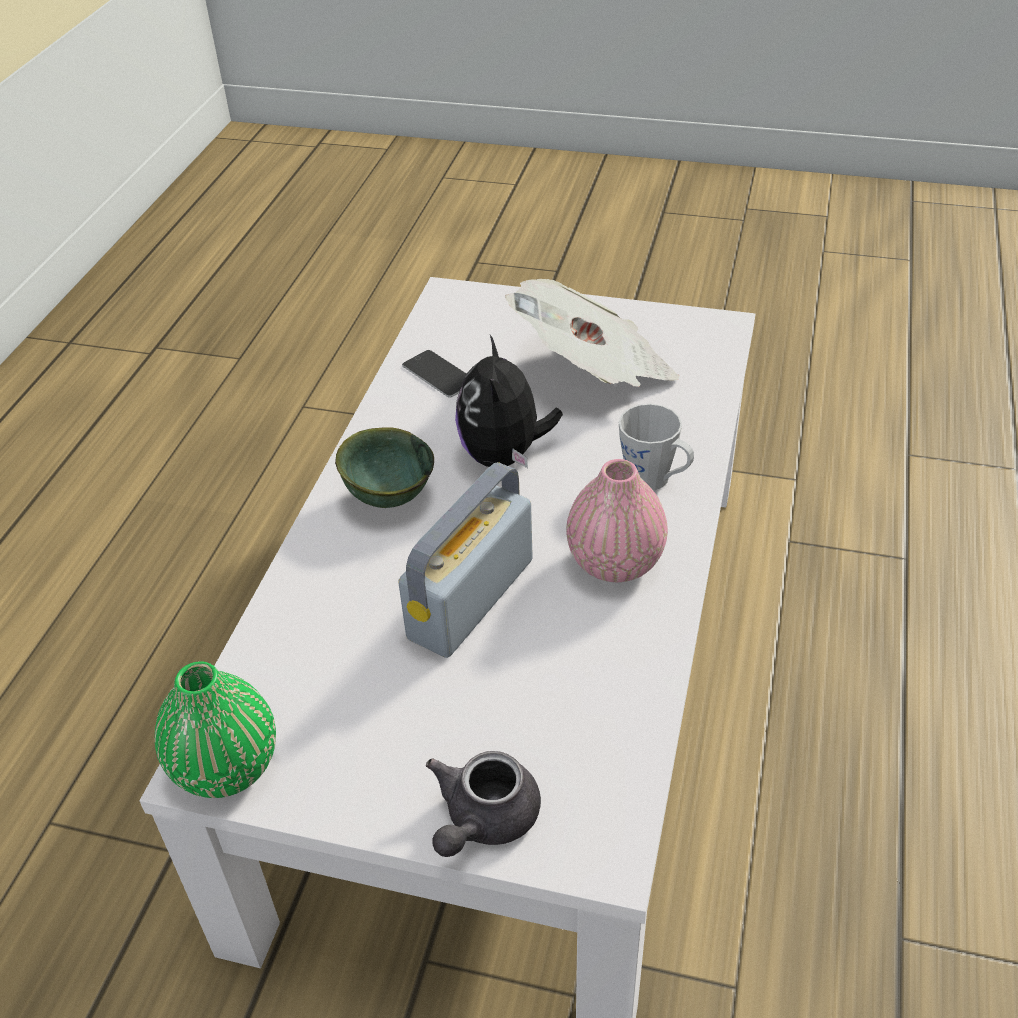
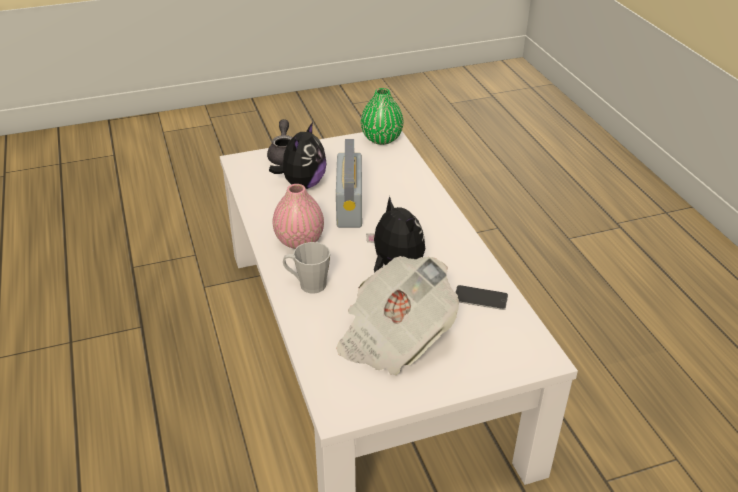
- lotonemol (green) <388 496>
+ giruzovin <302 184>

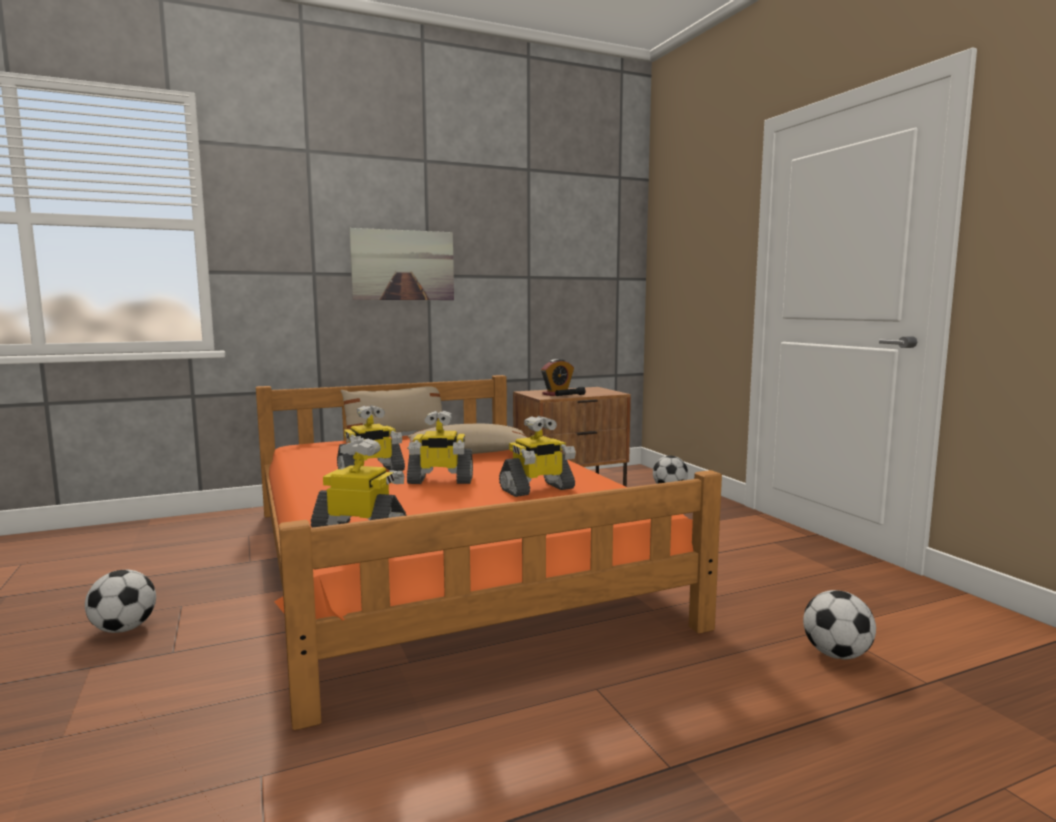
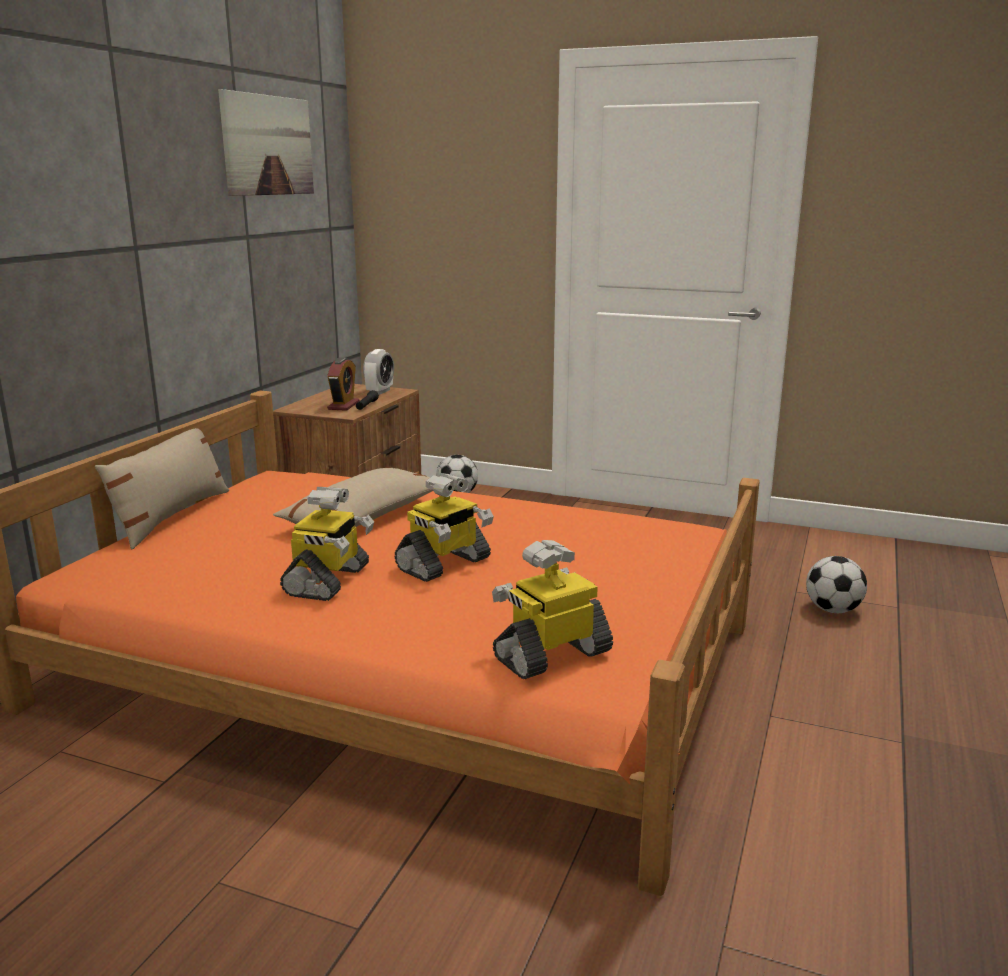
- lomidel <124 629>
- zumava <537 489>
+ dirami <379 391>
~ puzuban <403 265> to <268 145>

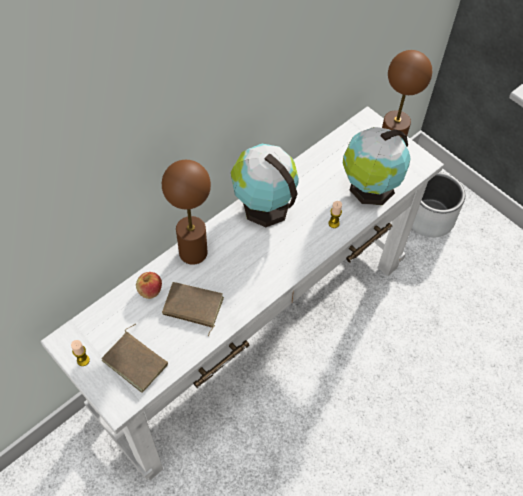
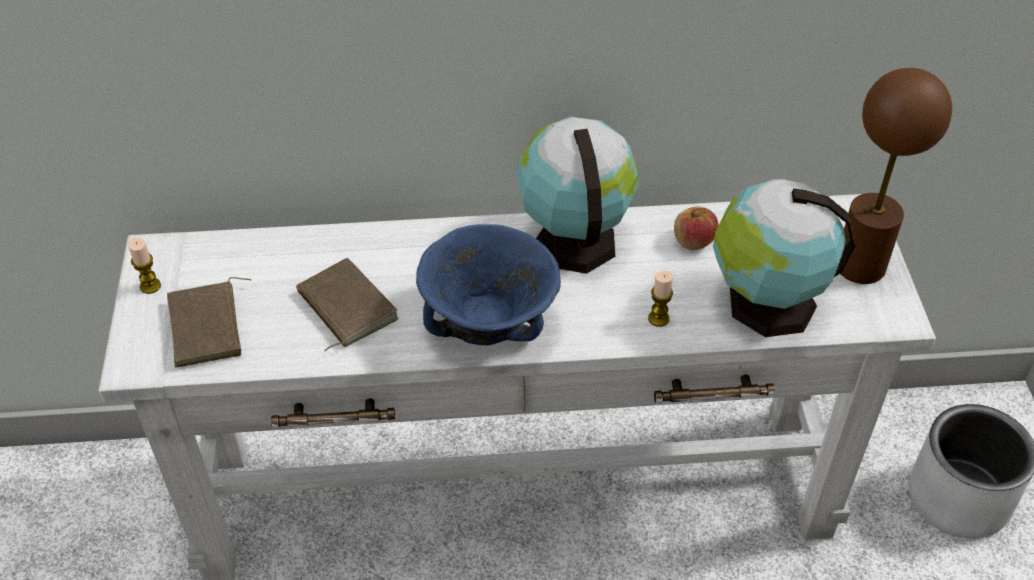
- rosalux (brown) <193 252>
+ lotonemol (blue) <487 324>
~ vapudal <150 290> to <693 241>

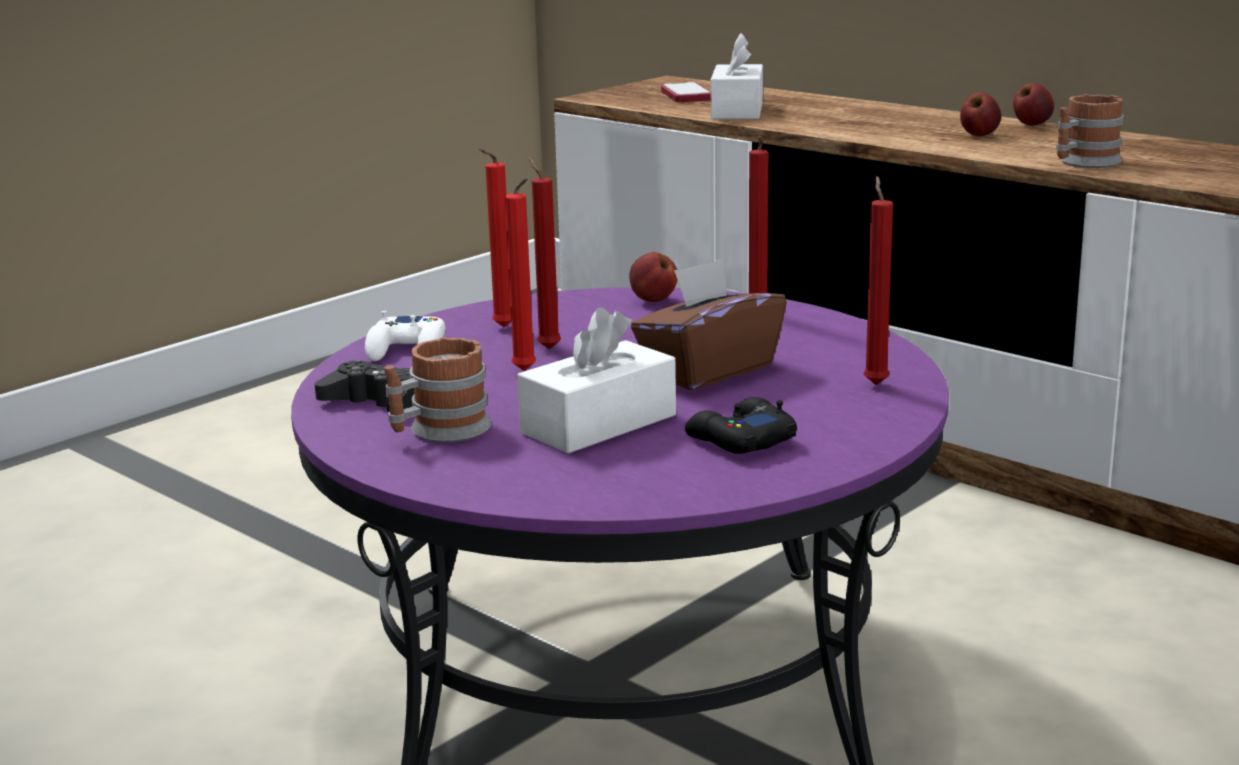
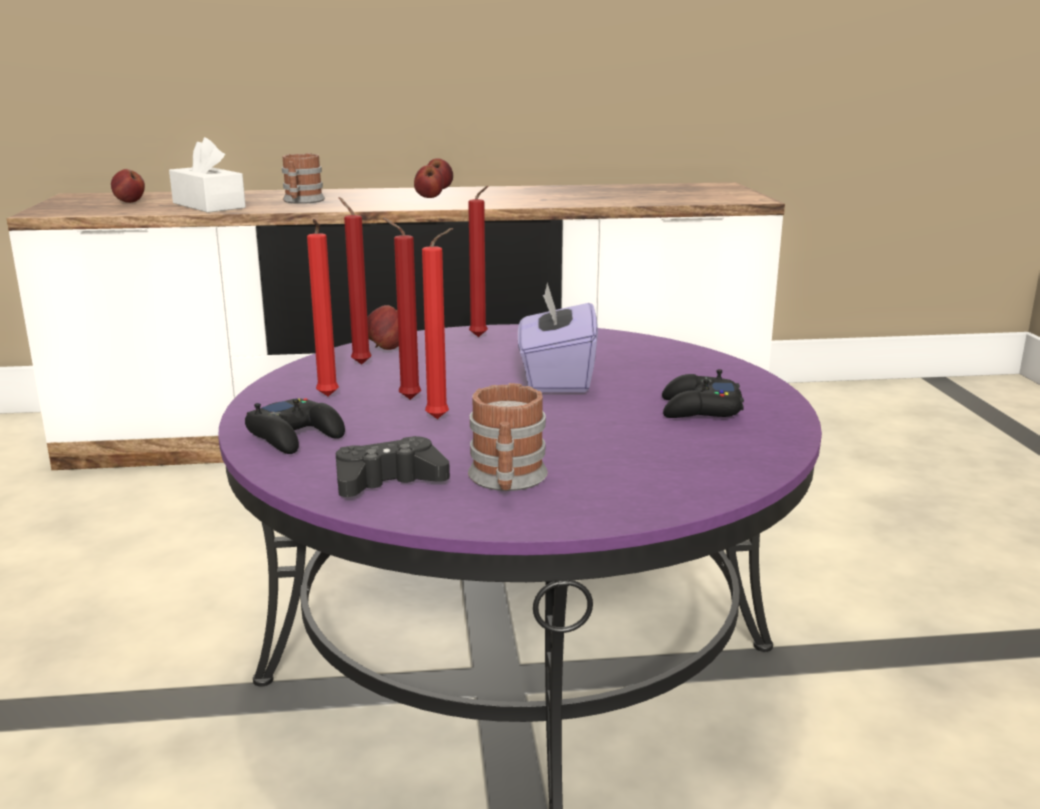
- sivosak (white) <599 424>
~ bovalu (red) <875 383> to <359 363>
~ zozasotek <1083 163> to <301 201>
~ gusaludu <686 95> to vapudal <129 202>
~ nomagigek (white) <408 350> to nomagigek (black) <295 436>
~ sivosak (brown) <708 370> to sivosak (purple) <556 378>

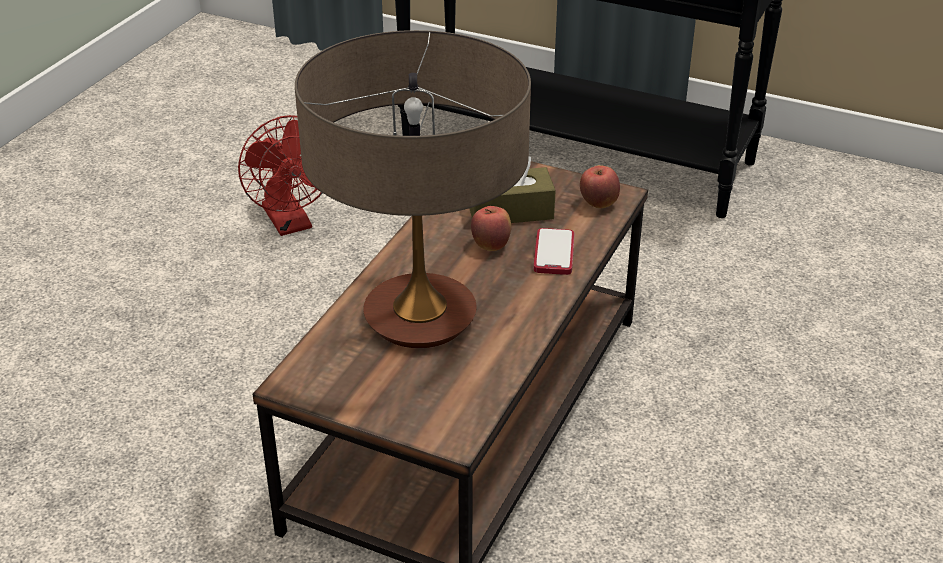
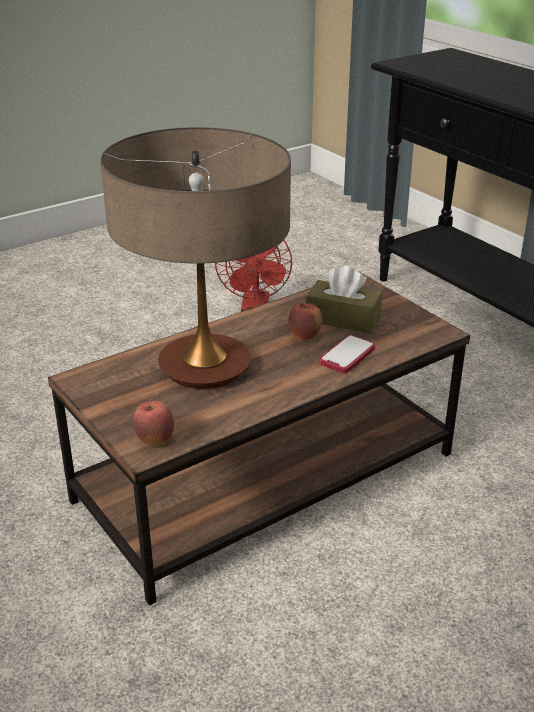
~ vapudal <598 204> to <155 440>

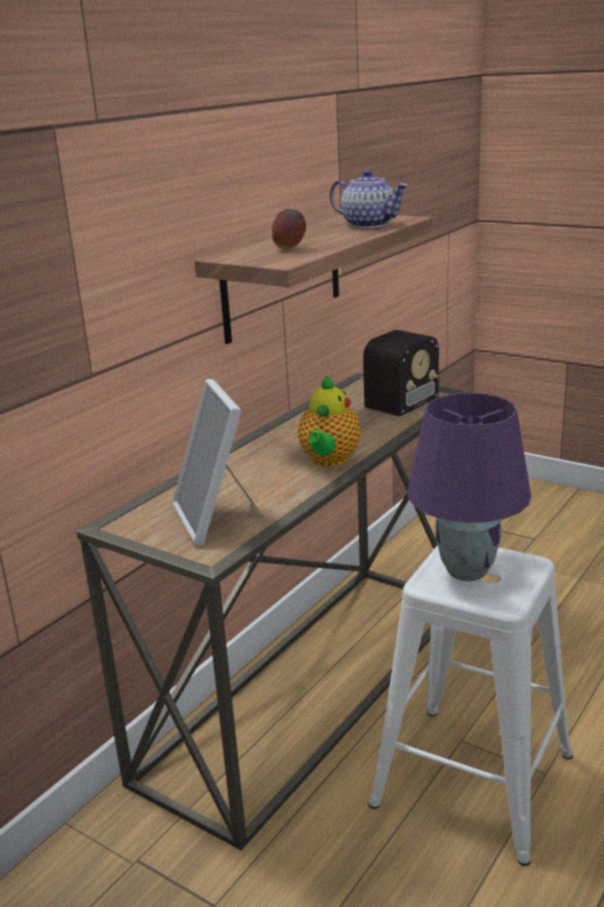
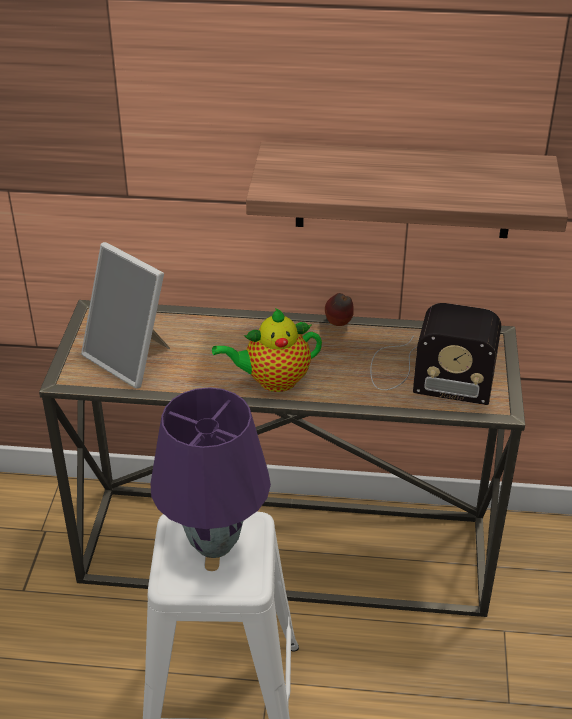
- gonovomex <368 224>
~ vapudal <289 249> to <339 324>
~ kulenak <218 519> = <131 359> 90 degrees counterclockwise

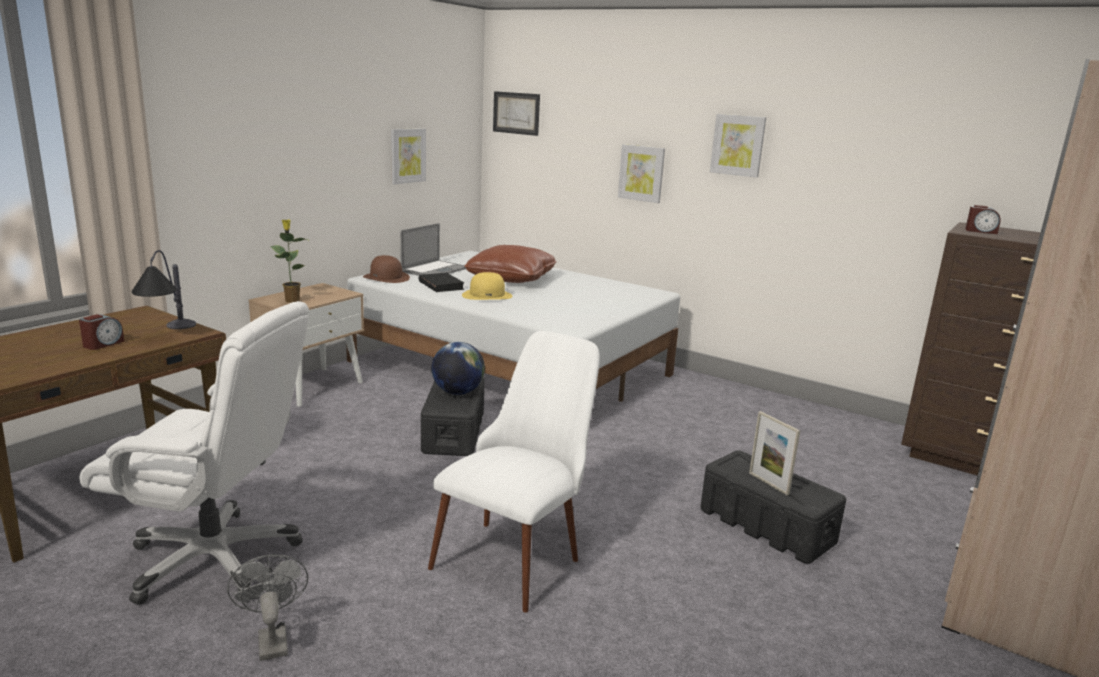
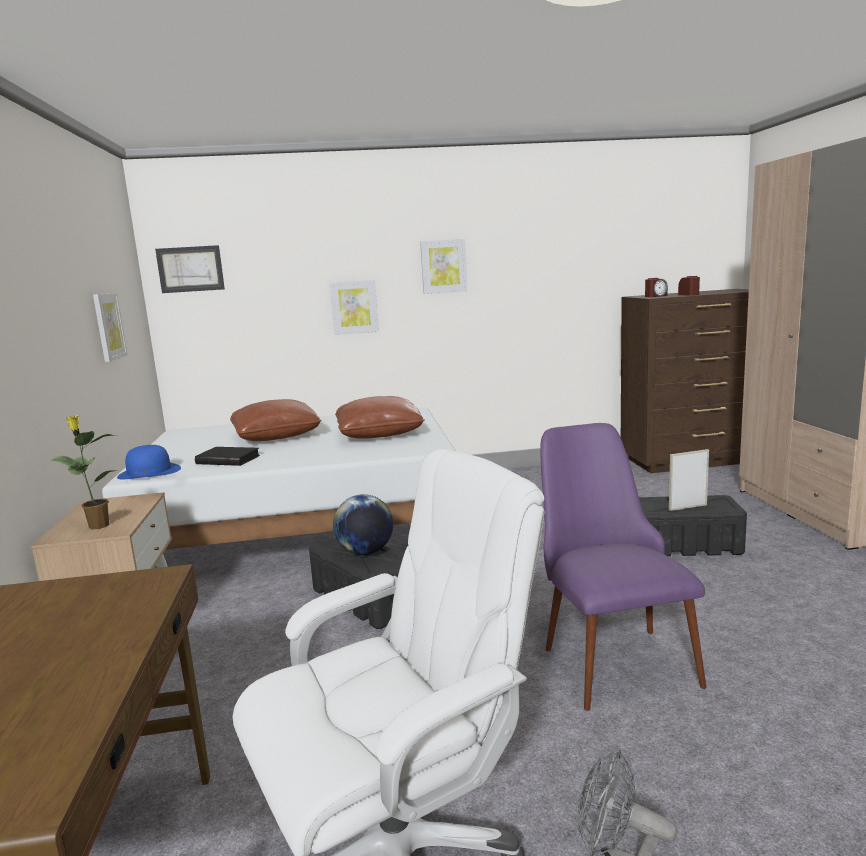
- rosalux <168 333>
- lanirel <435 270>
- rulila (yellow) <487 295>
+ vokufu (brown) <379 433>
~ dirami <103 344> to <689 295>
~ rulila (brown) <386 277> to rulila (blue) <149 472>
~ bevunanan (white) <518 552> to bevunanan (purple) <609 652>
~ kulenak <768 483> = <687 507> 150 degrees clockwise

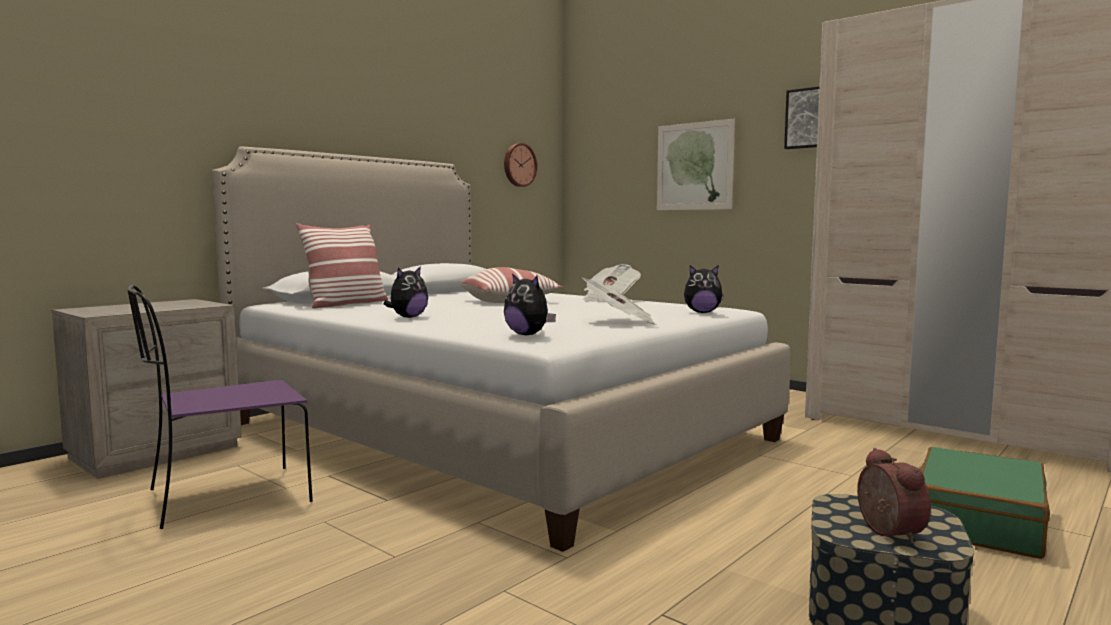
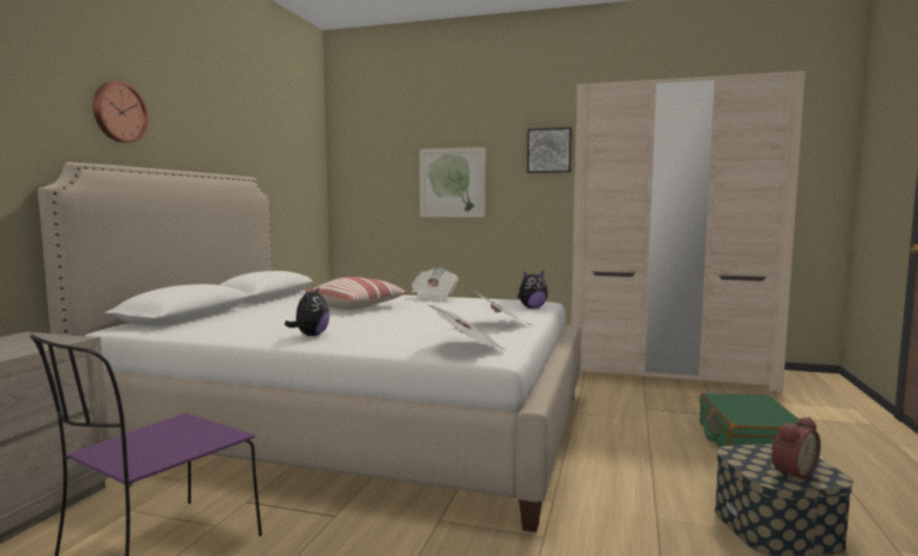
- vokufu <346 304>
~ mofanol <519 165> to <118 112>
~ giruzovin <528 335> to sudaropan <467 347>
~ dirami <886 532> = <791 472> 90 degrees clockwise

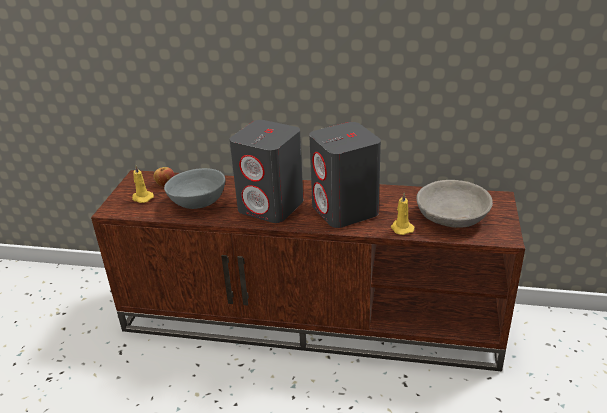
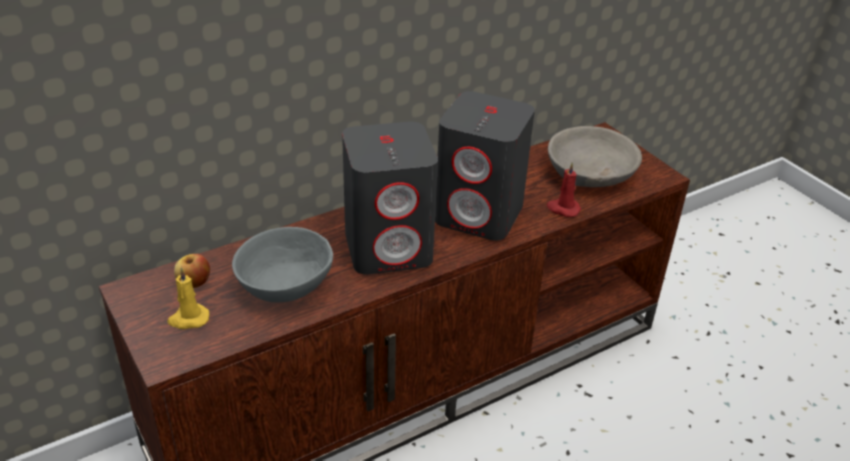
~ bovalu (yellow) <401 228> to bovalu (red) <563 209>

